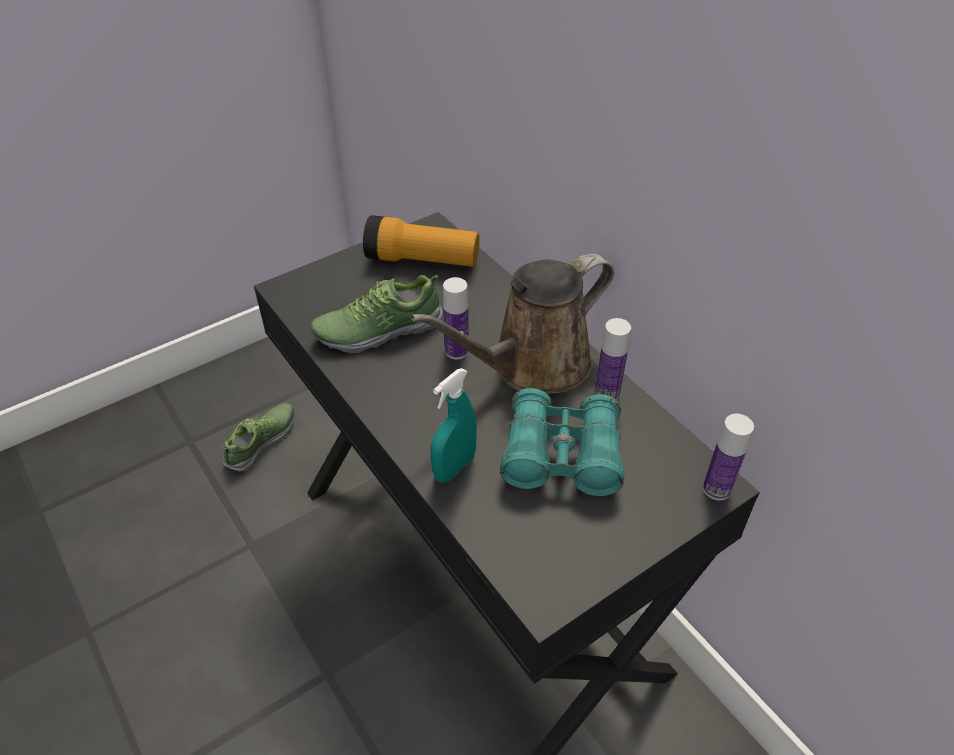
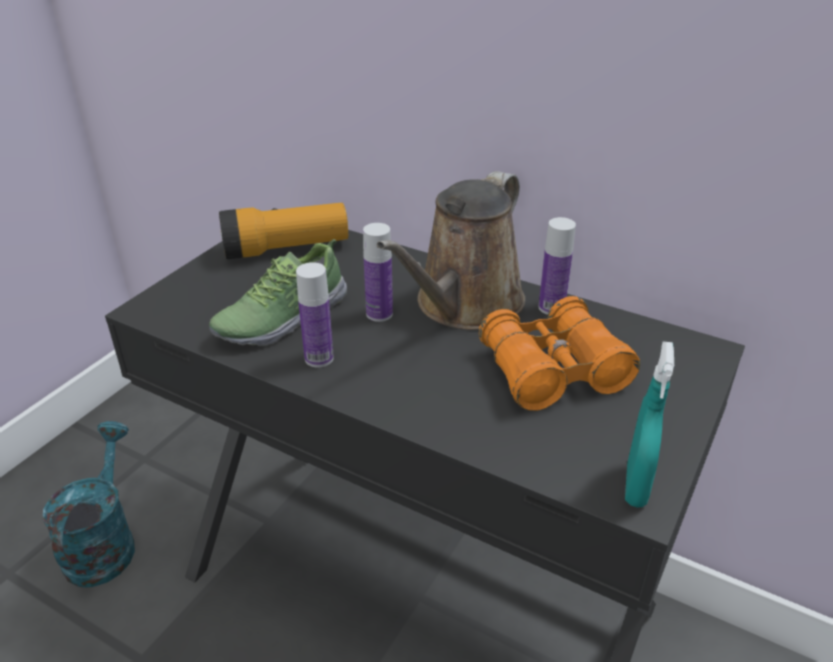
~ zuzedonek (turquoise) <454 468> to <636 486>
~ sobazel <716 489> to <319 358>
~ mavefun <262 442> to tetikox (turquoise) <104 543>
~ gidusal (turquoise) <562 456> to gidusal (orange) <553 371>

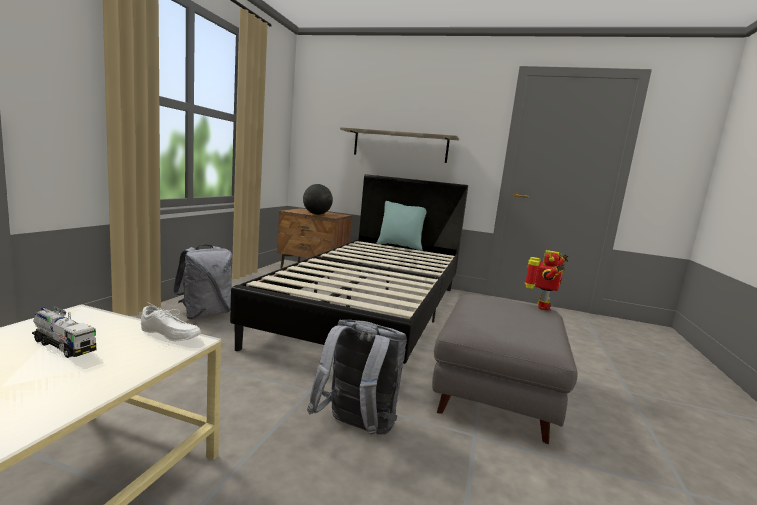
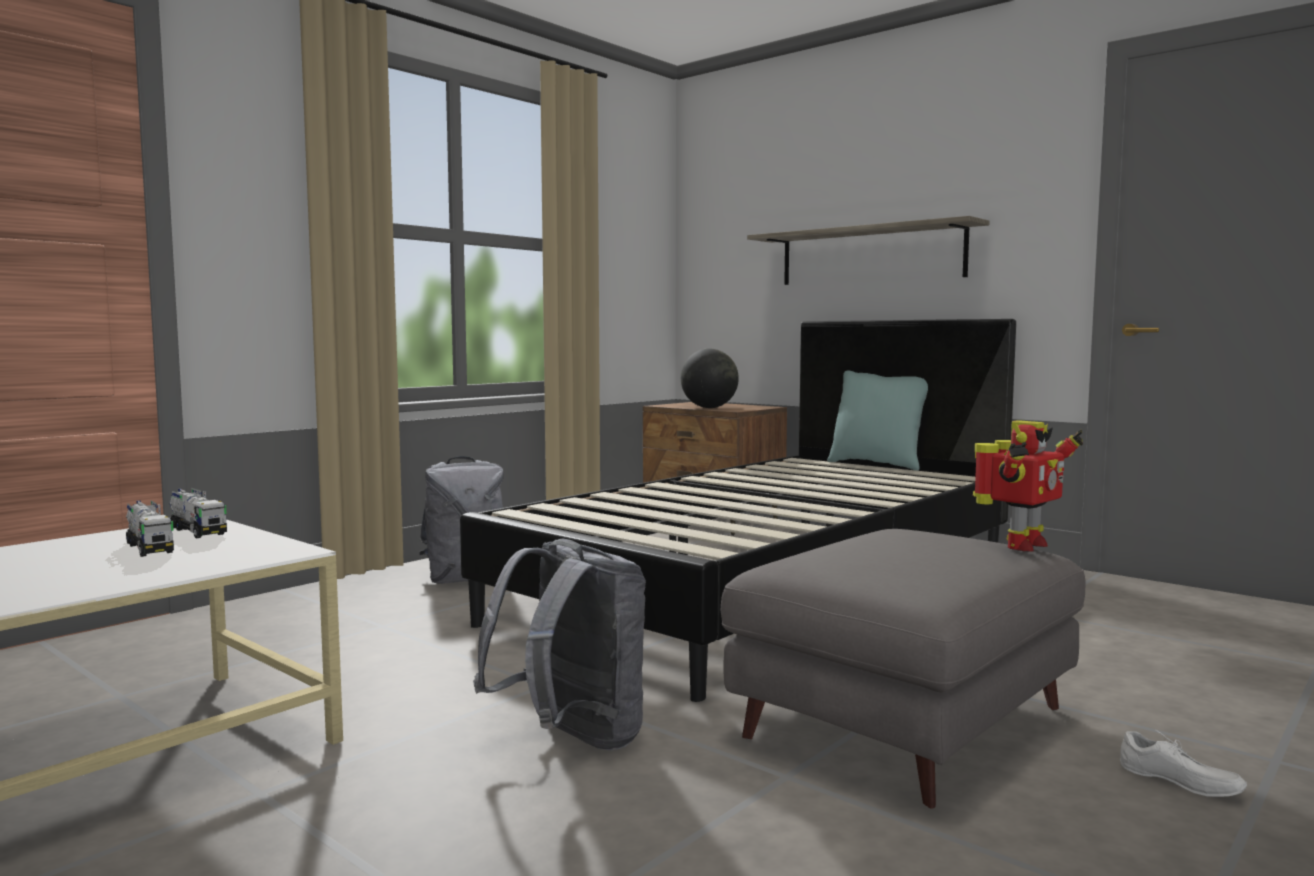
+ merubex <197 531>
~ mavefun (white) <168 335> to <1178 783>

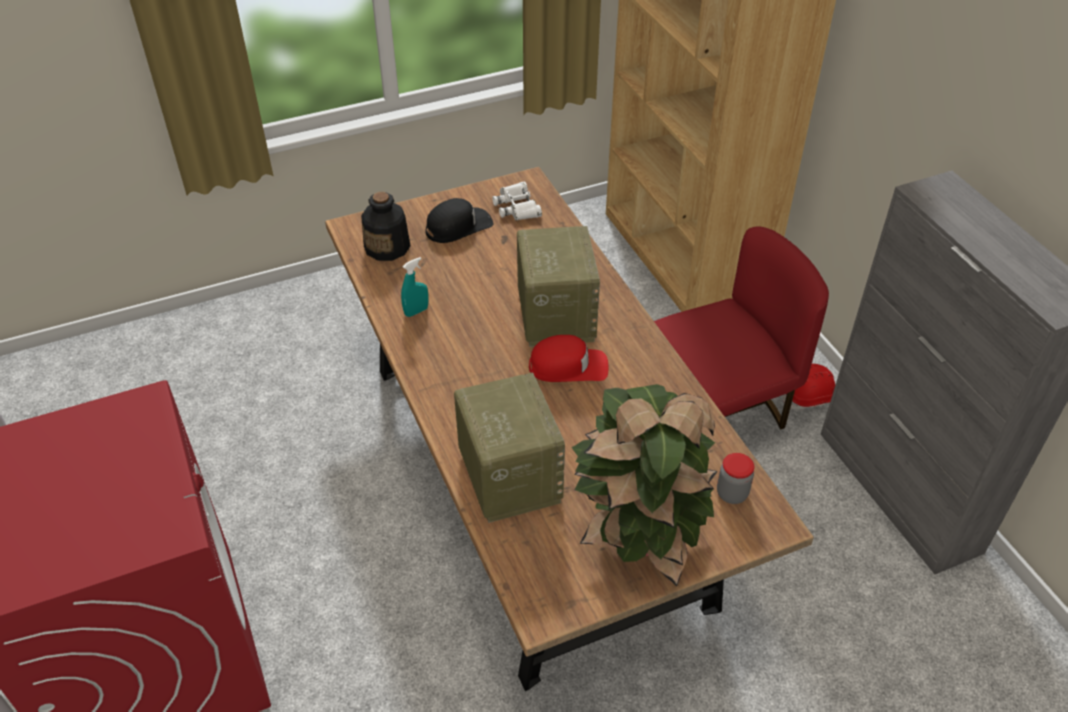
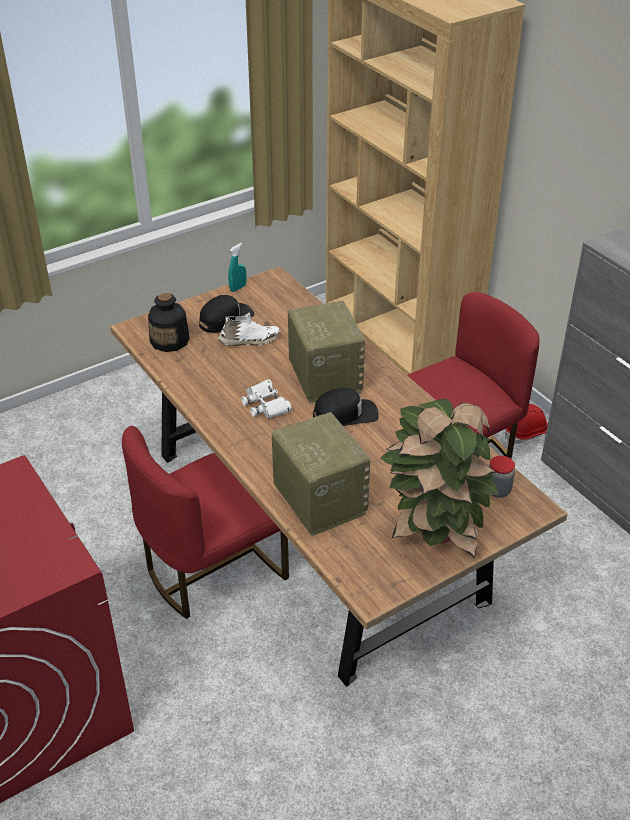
+ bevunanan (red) <212 569>
+ mavefun (white) <249 341>
~ zuzedonek (turquoise) <416 311> to <238 288>
~ gidusal (white) <517 207> to <266 404>
~ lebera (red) <568 366> to lebera (black) <345 414>

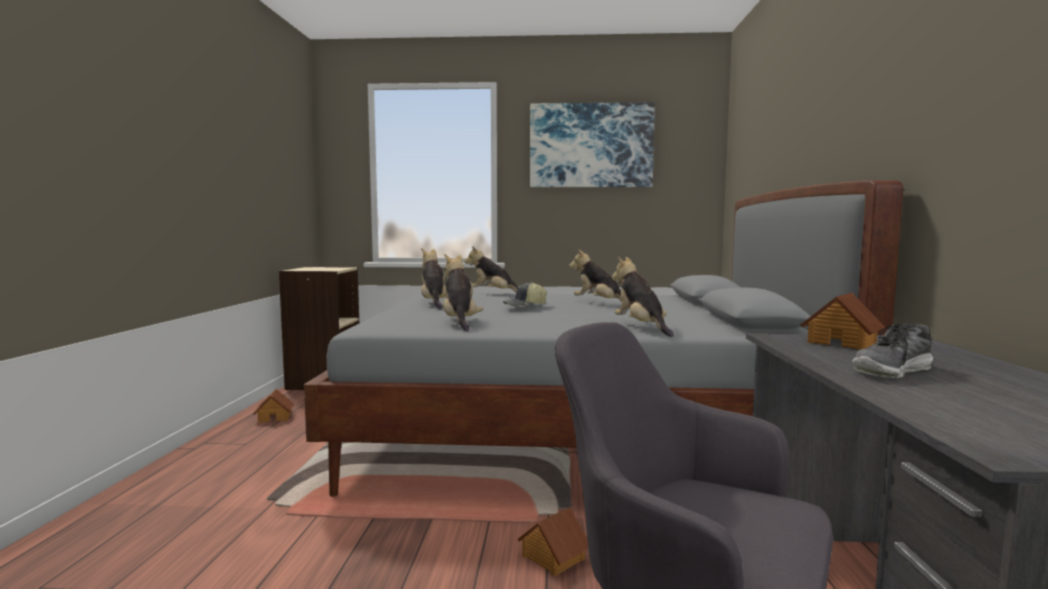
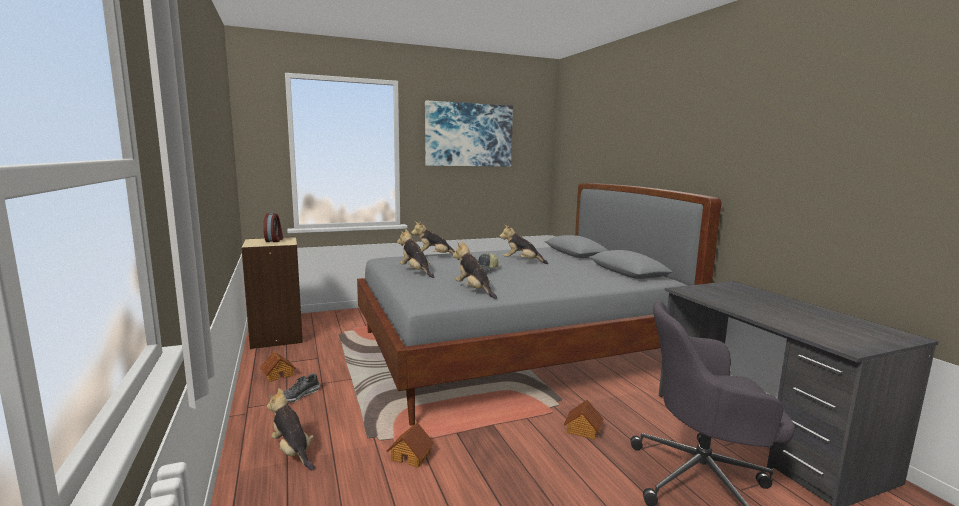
+ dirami <274 240>
~ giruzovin <641 328> to <292 452>
~ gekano <842 342> to <411 456>
~ mavefun <893 370> to <300 395>

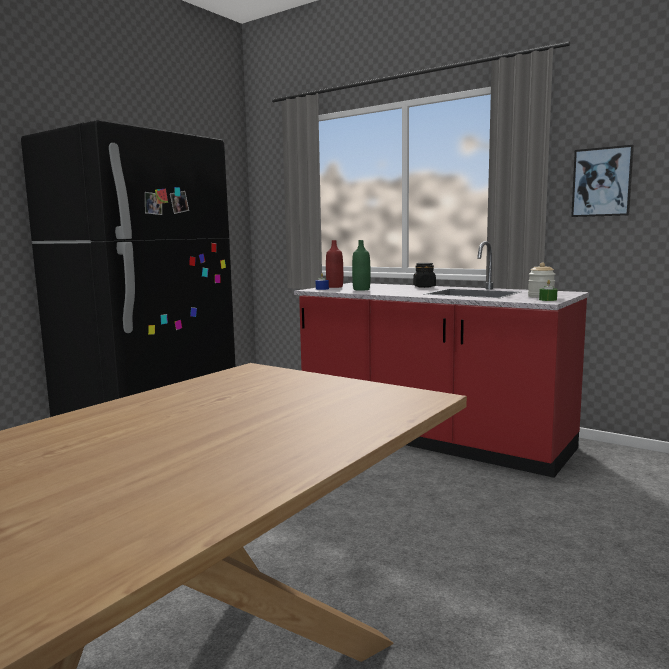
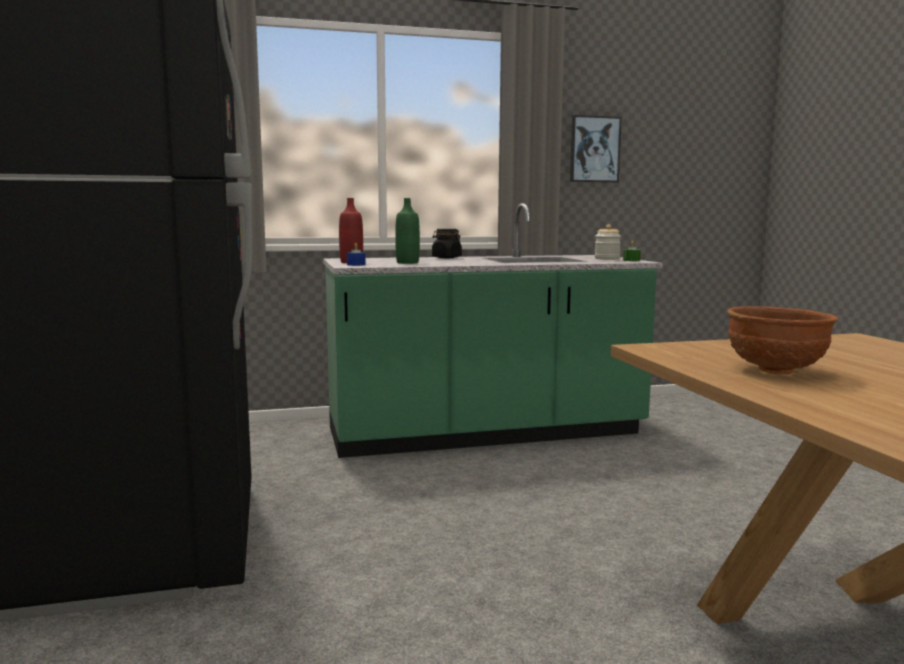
+ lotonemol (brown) <777 371>
~ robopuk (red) <431 438> to robopuk (green) <485 433>

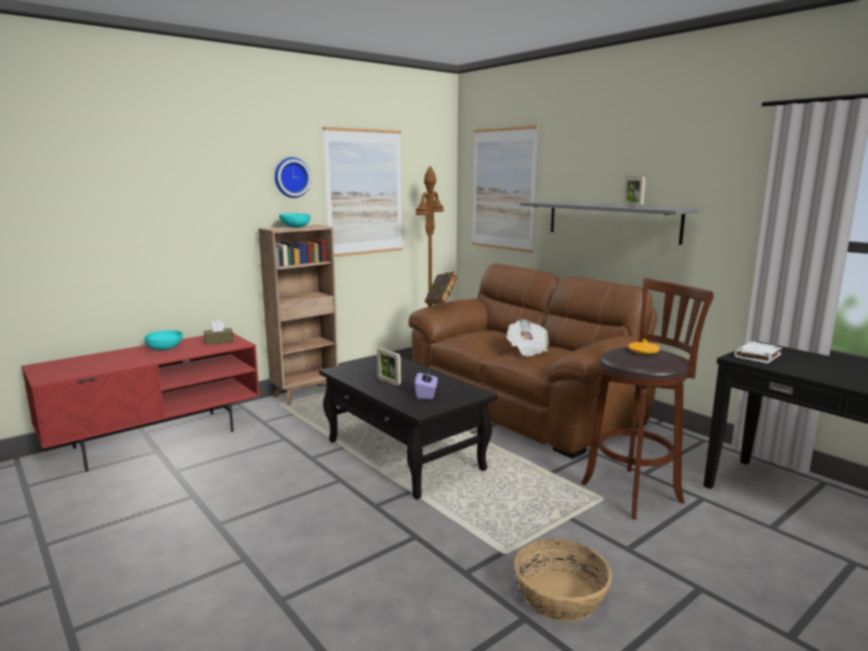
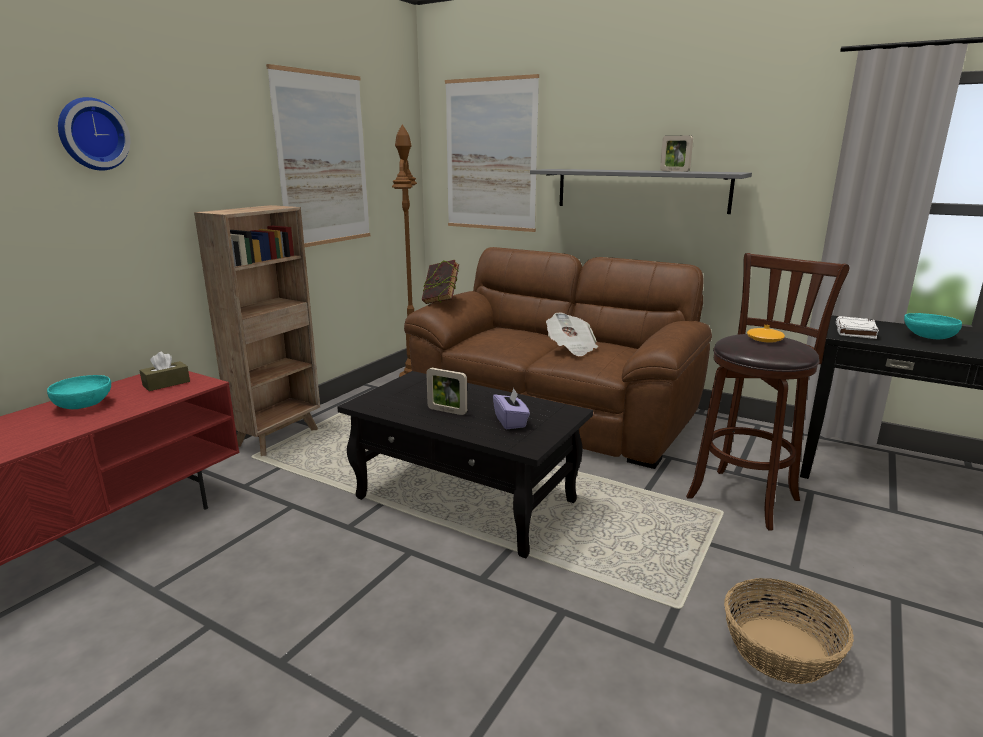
~ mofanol <291 177> to <92 134>
~ lotonemol (turquoise) <295 227> to <927 337>

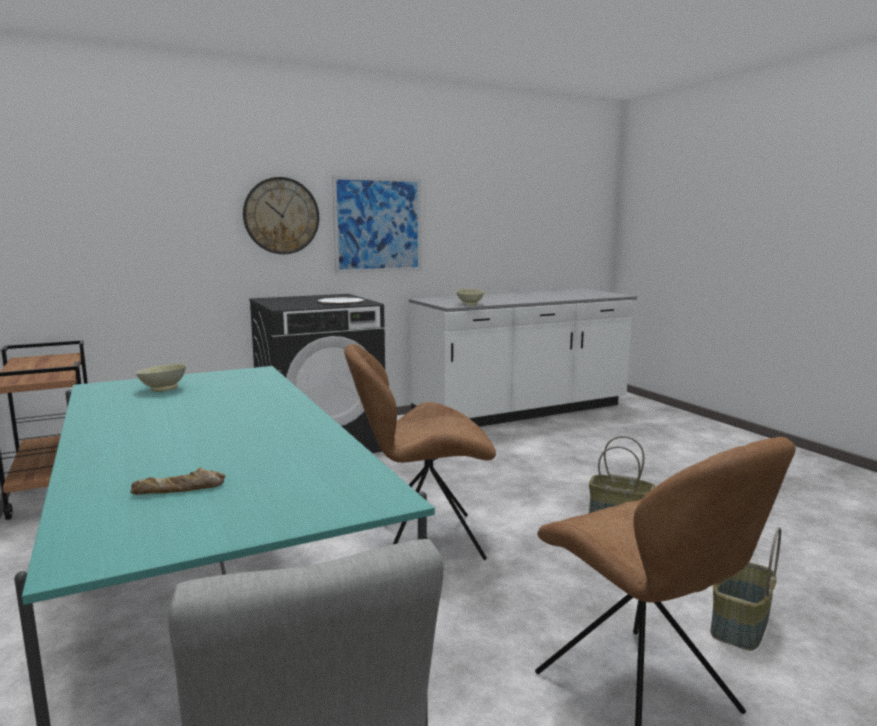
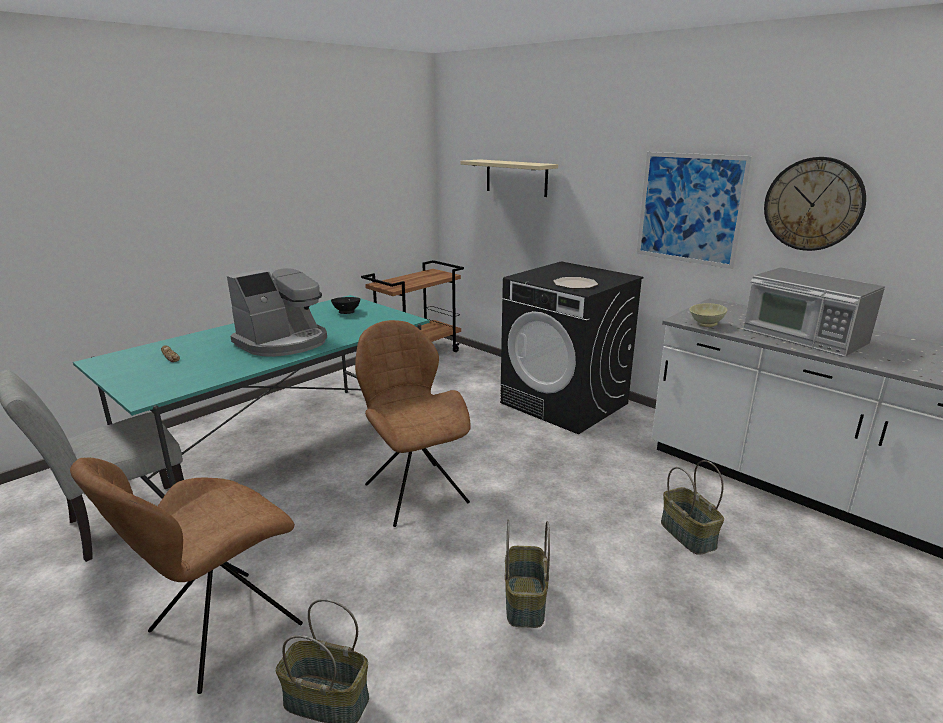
+ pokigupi <283 342>
+ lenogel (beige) <516 177>
+ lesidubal <689 534>
+ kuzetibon <804 337>
~ mofanol <281 216> to <813 204>
~ lotonemol (beige) <163 389> to lotonemol (black) <347 312>

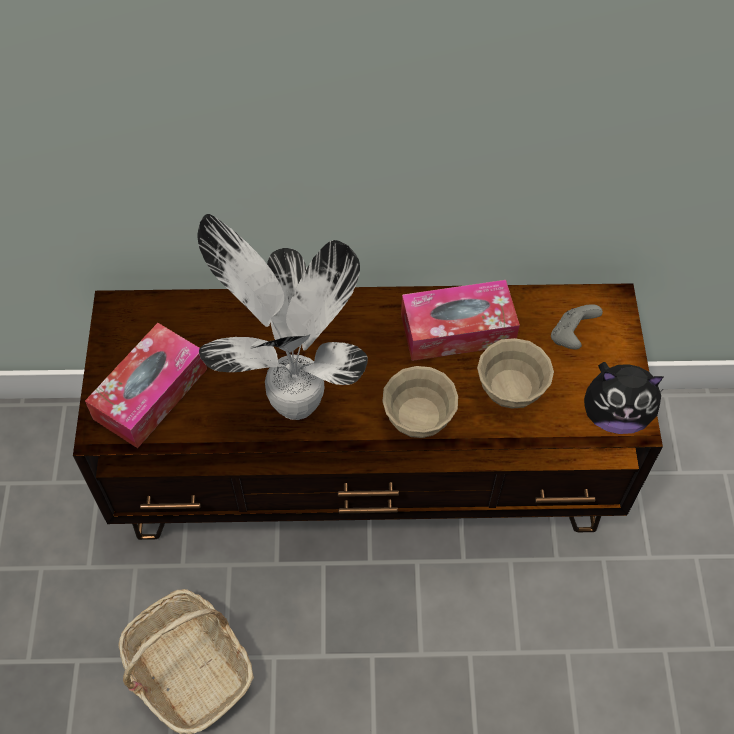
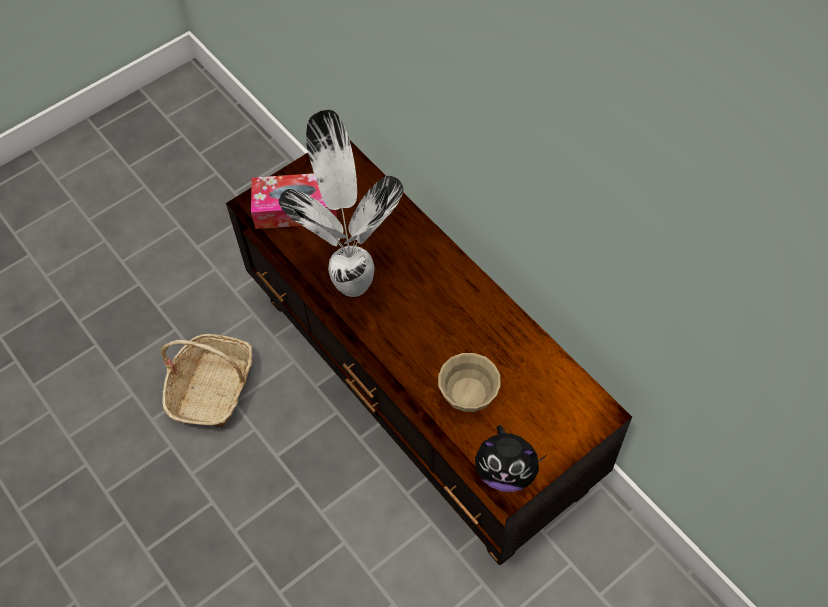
- lotonemol (beige) <418 419>
- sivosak <457 330>
- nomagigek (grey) <571 336>
~ giruzovin <614 415> = <506 471> 45 degrees counterclockwise

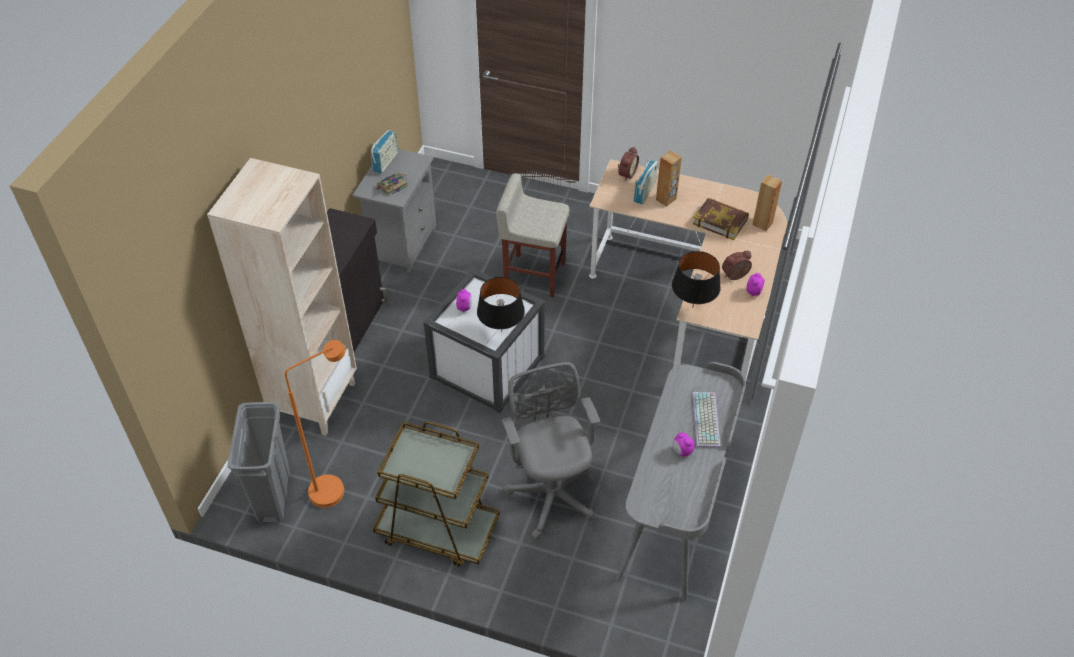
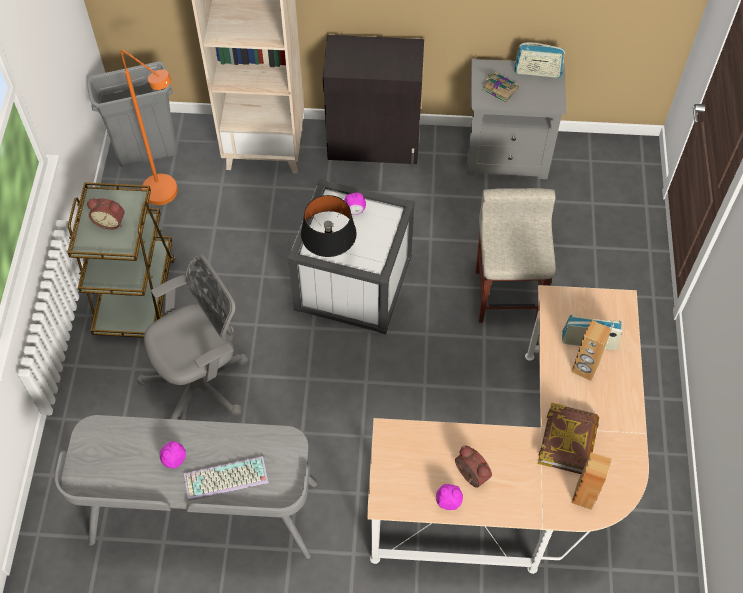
- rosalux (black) <692 307>
~ dirami <626 174> to <110 221>

